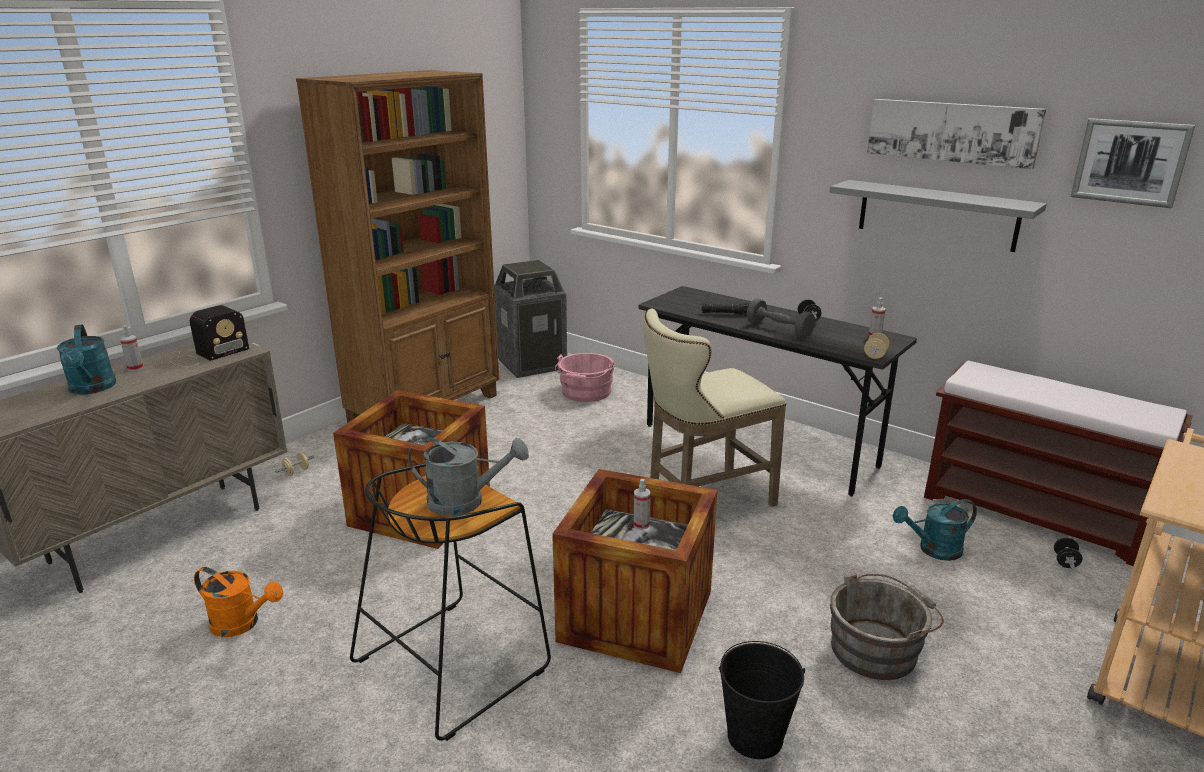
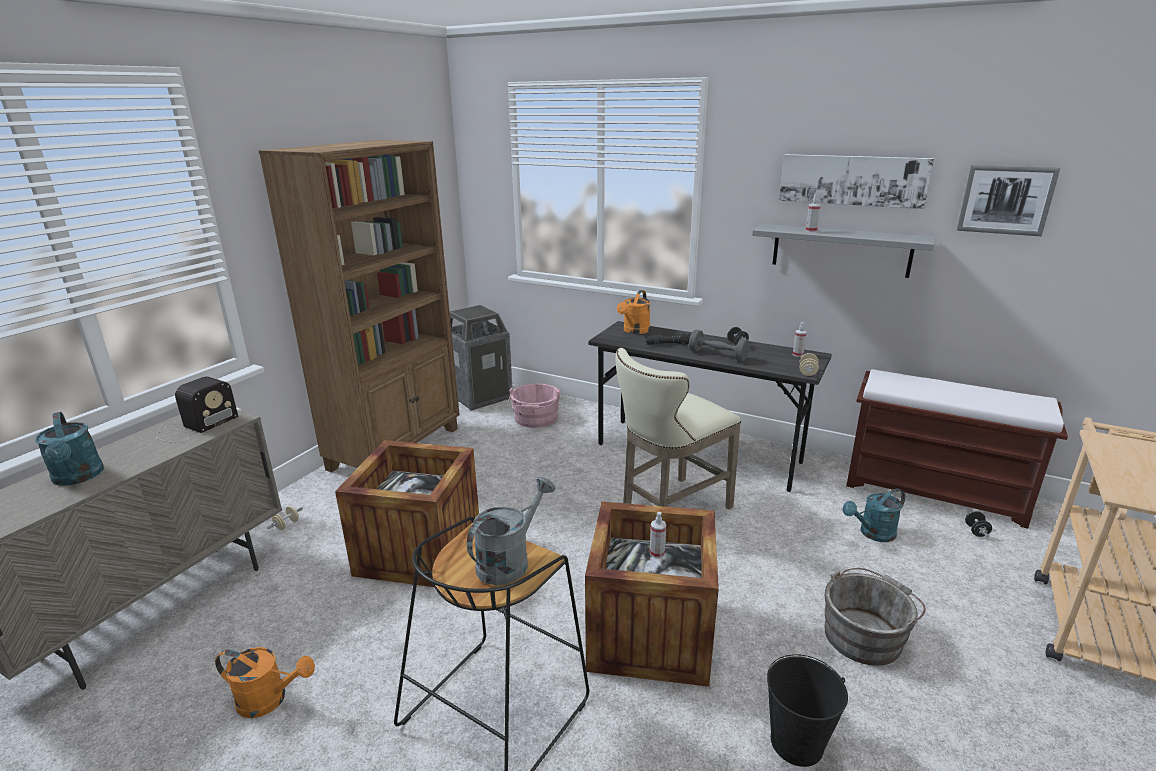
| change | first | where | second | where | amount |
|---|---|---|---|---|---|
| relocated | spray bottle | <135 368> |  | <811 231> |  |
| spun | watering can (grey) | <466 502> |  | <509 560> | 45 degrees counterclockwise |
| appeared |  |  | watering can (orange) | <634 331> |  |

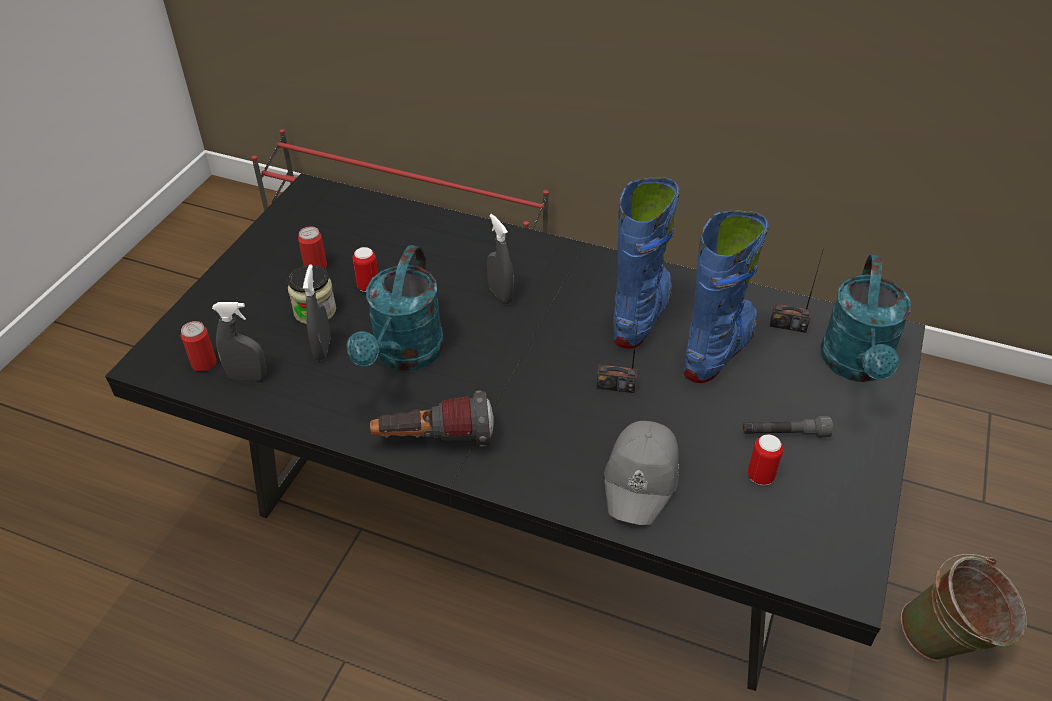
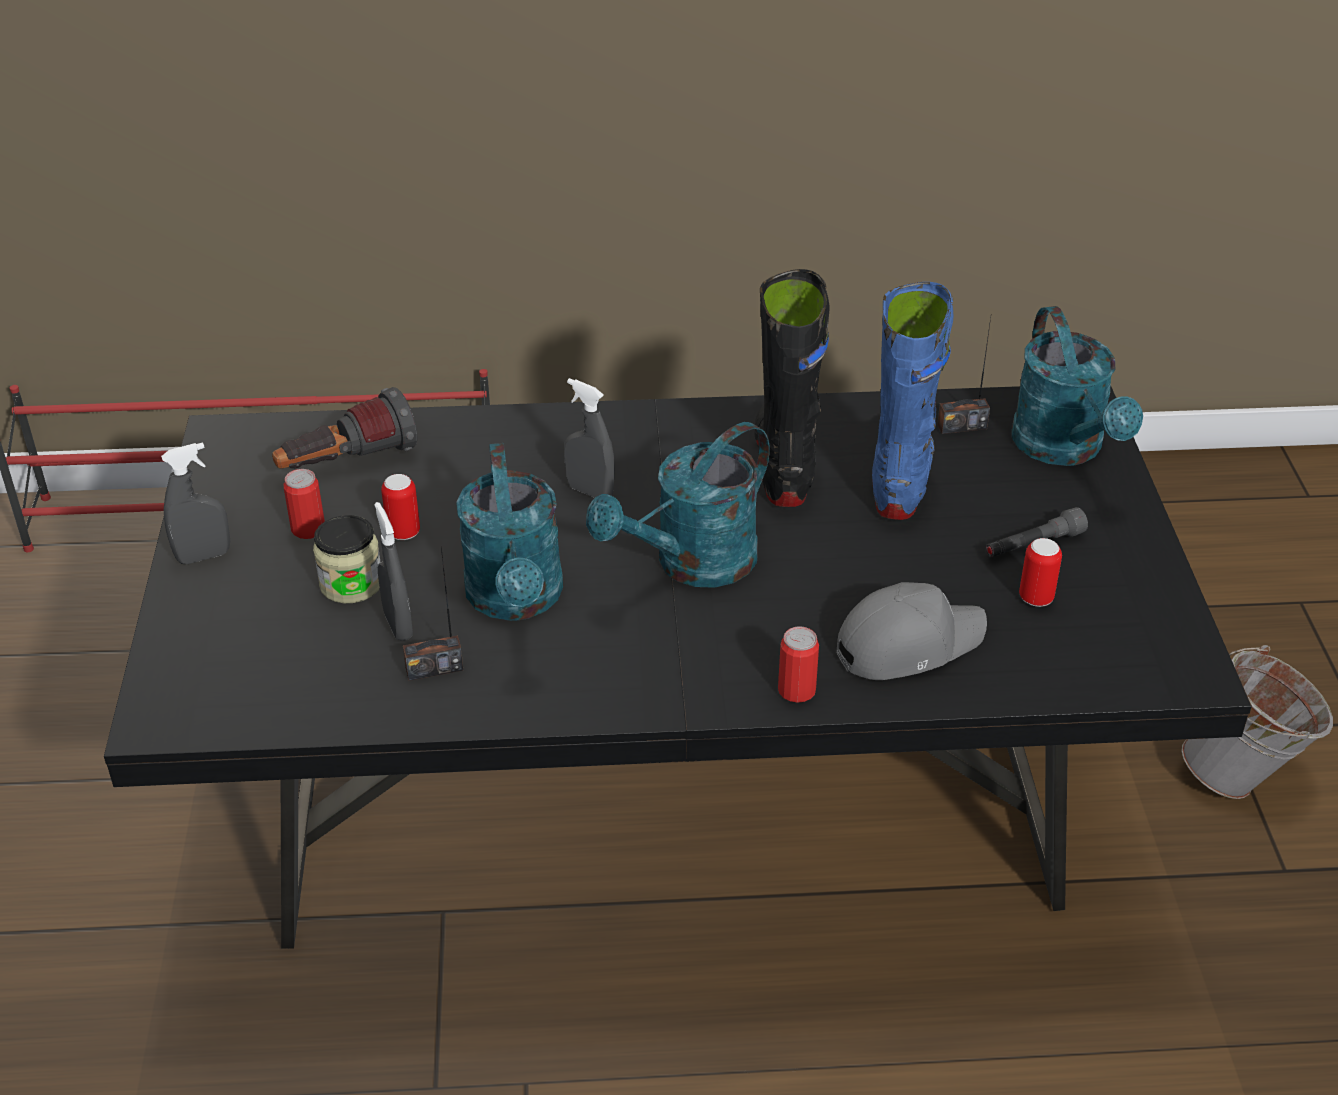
| change | first | where | second | where | amount |
|---|---|---|---|---|---|
| relocated | can | <204 363> |  | <796 690> |  |
| relocated | spray bottle (grey) | <247 376> |  | <204 556> |  |
| relocated | flashlight | <434 440> |  | <347 464> |  |
| relocated | radio | <615 385> |  | <434 668> |  |
| spun | cap (grey) | <642 478> |  | <907 643> | 105 degrees counterclockwise |
| colour | boot (blue) | <641 315> | boot (black) | <784 464> |  |
| colour | bucket (green) | <947 645> | bucket (grey) | <1244 778> |  |
| appeared |  |  | watering can (turquoise) | <692 565> |  |

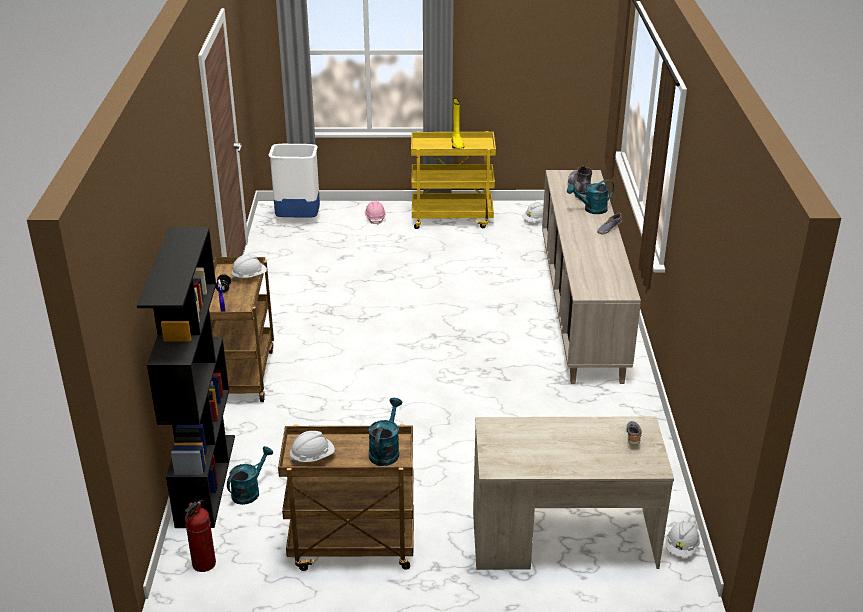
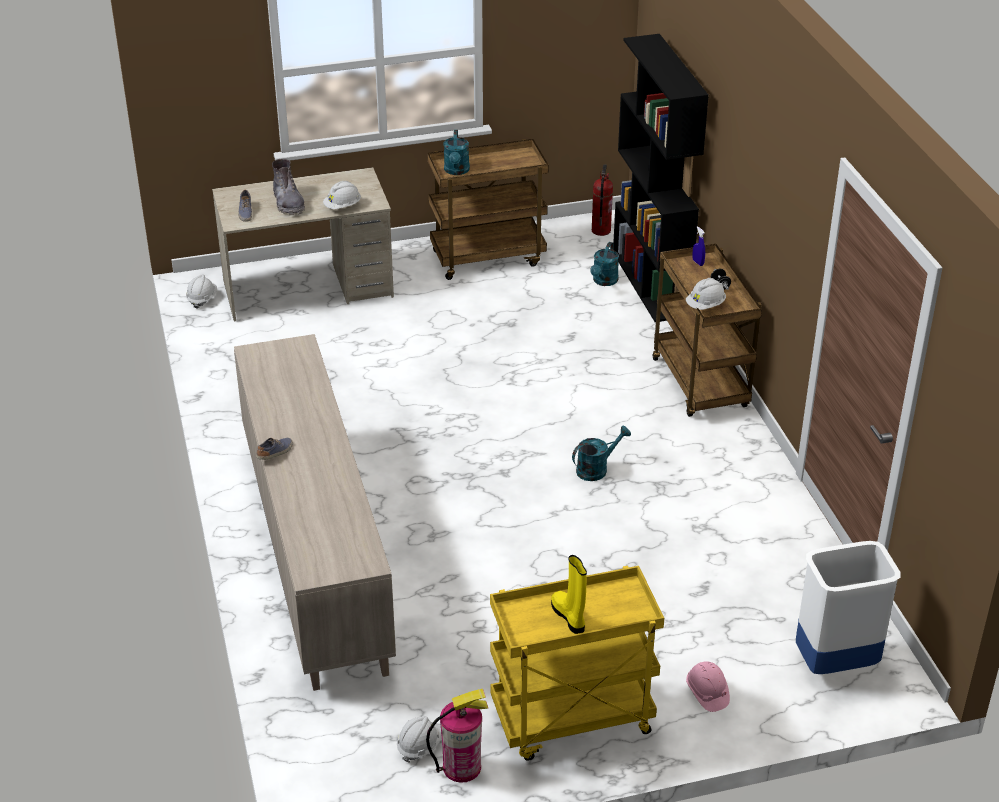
| change | first | where | second | where | amount |
|---|---|---|---|---|---|
| relocated | hard hat (white) | <312 457> |  | <342 206> |  |
| relocated | watering can (turquoise) | <591 210> |  | <596 469> |  |
| relocated | boot (grey) | <579 191> |  | <288 203> |  |
| appeared |  |  | fire extinguisher | <461 767> |  |

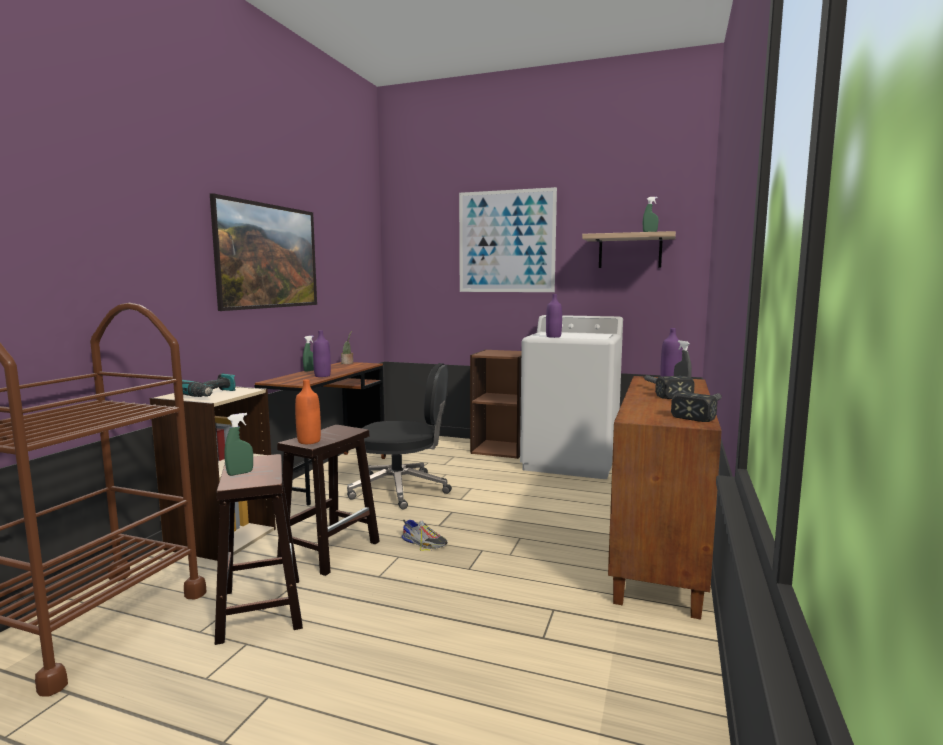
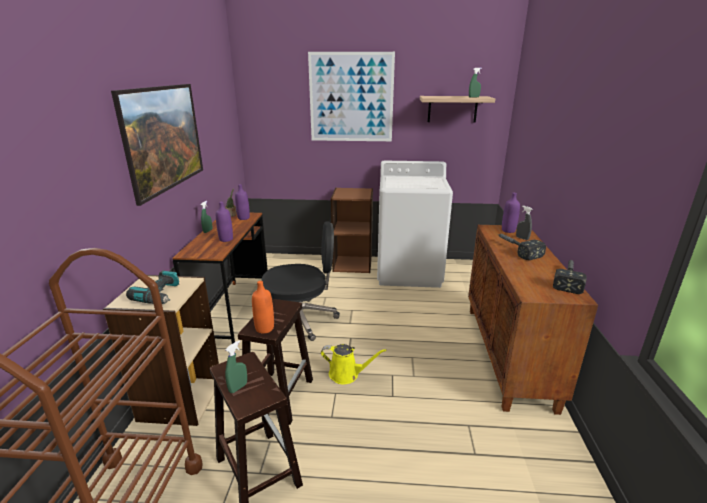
| change | first | where | second | where | amount |
|---|---|---|---|---|---|
| exchanged | shoe | <424 542> | watering can (yellow) | <347 374> |  |
| relocated | bottle (purple) | <553 337> |  | <243 218> |  |

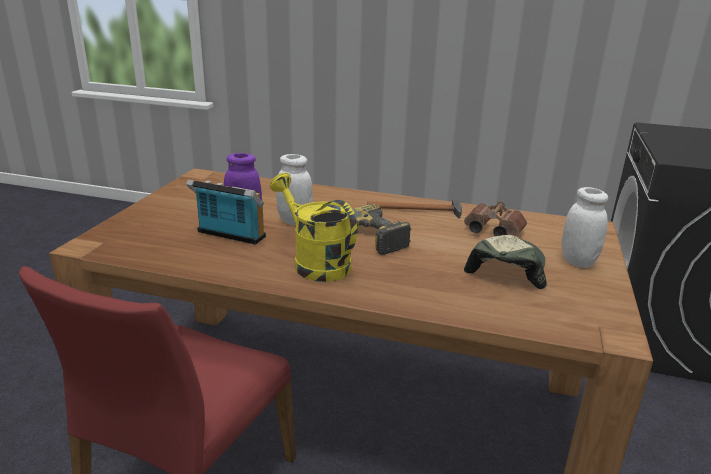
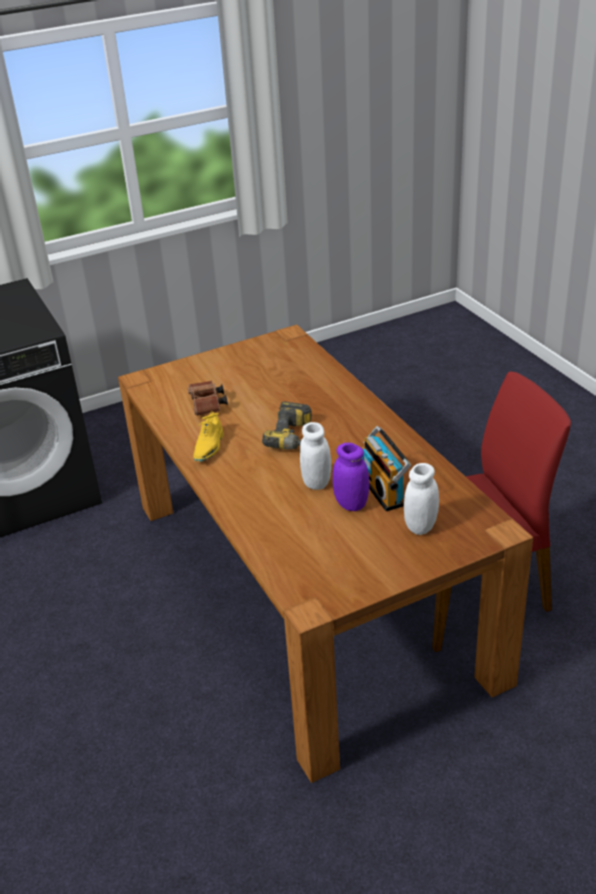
| change | first | where | second | where | amount |
|---|---|---|---|---|---|
| missing | watering can (yellow) | <315 262> |  |  |  |
| exchanged | hammer | <419 210> | shoe (yellow) | <209 448> |  |
| missing | cap | <506 268> |  |  |  |
| relocated | jar (white) | <577 261> |  | <421 526> |  |

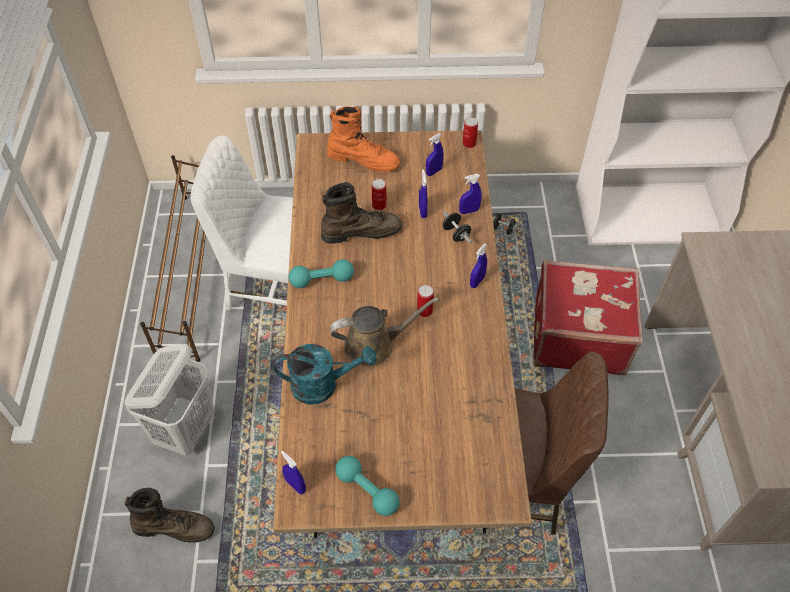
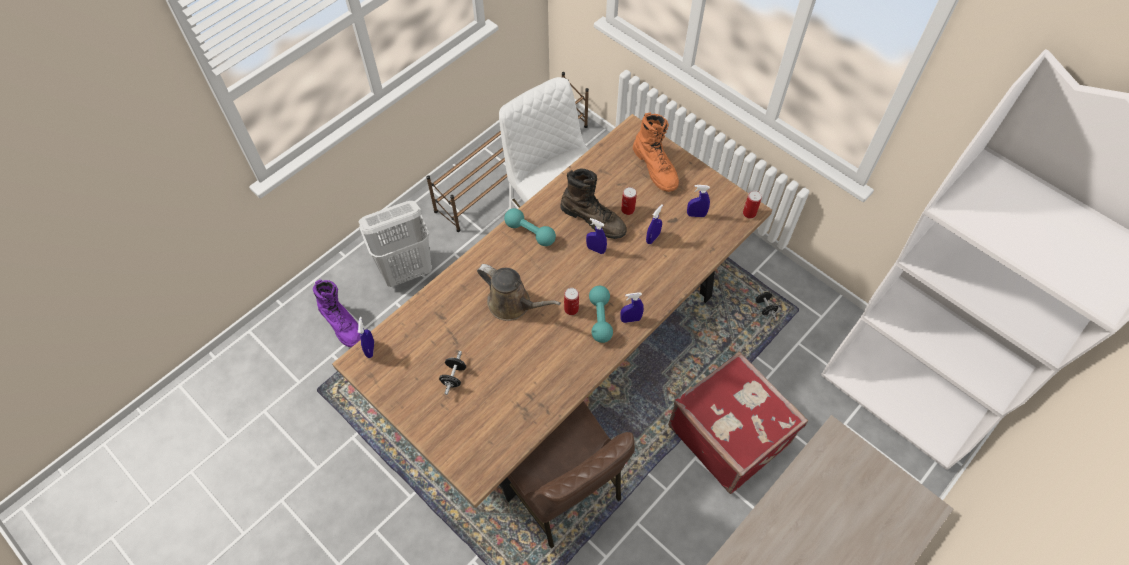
| change | first | where | second | where | amount |
|---|---|---|---|---|---|
| colour | boot (brown) | <174 527> | boot (purple) | <342 323> |  |
| missing | watering can (turquoise) | <323 384> |  |  |  |
| relocated | dumbbell (turquoise) | <367 490> |  | <600 318> |  |
| relocated | dumbbell (black) | <456 234> |  | <454 377> |  |
| relocated | spray bottle (blue) | <469 211> |  | <596 249> |  |

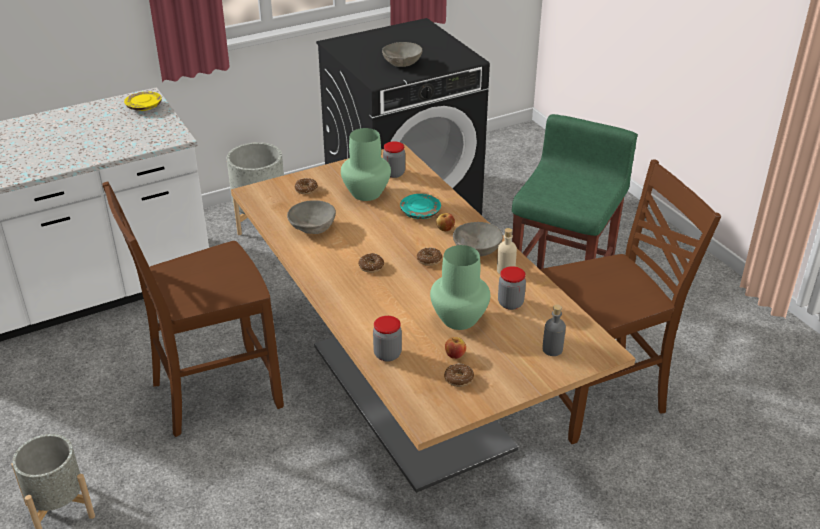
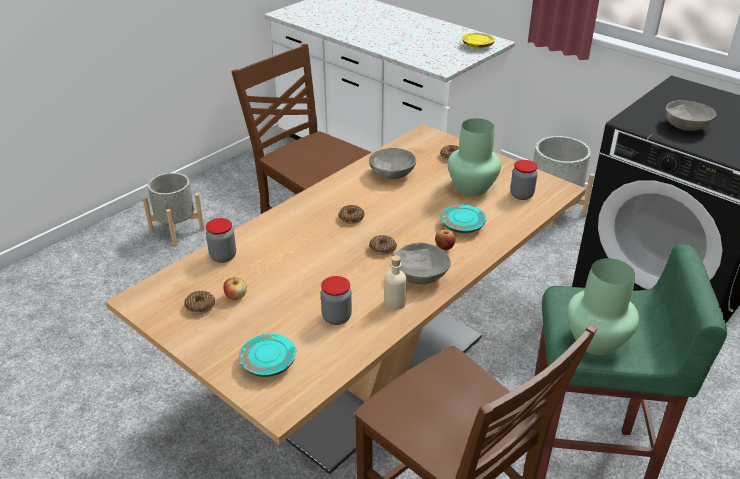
| change | first | where | second | where | amount |
|---|---|---|---|---|---|
| relocated | vase (green) | <459 318> |  | <597 341> |  |
| exchanged | bottle (grey) | <552 349> | plate (turquoise) | <268 363> |  |

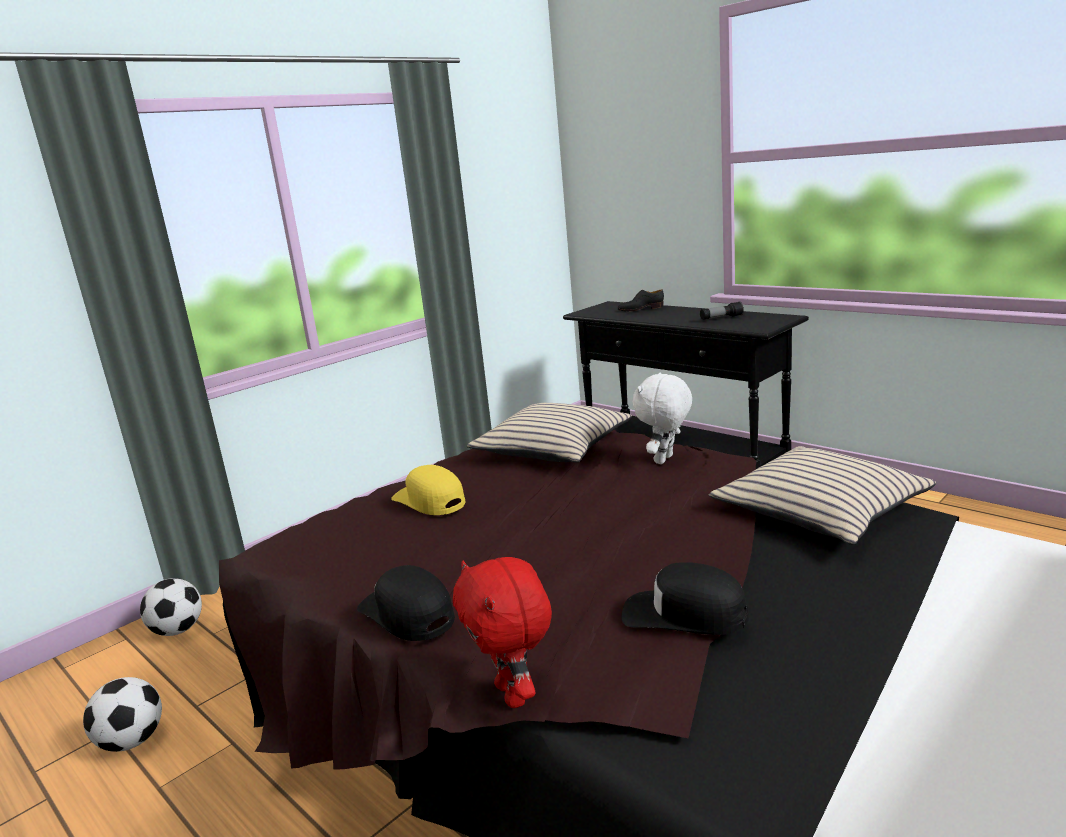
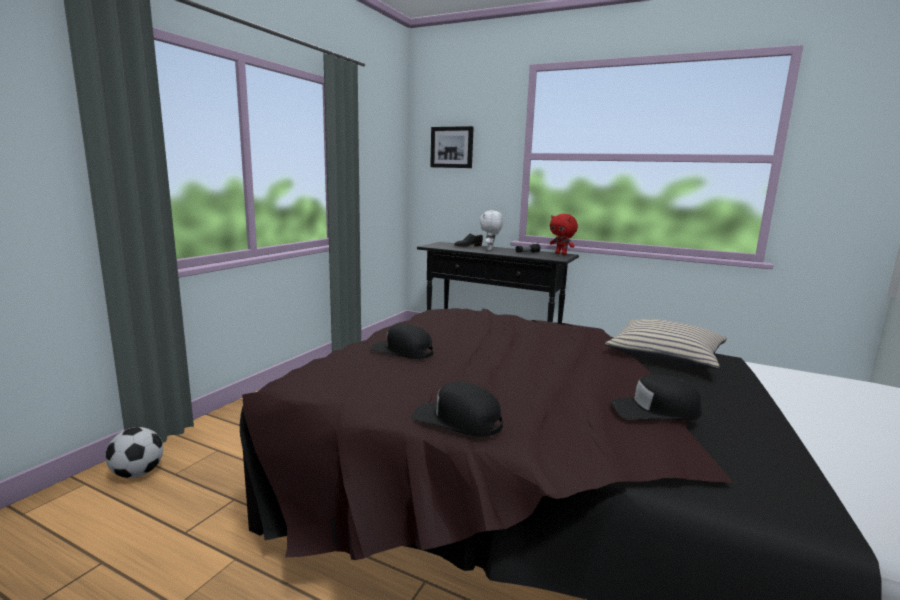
| change | first | where | second | where | amount |
|---|---|---|---|---|---|
| missing | football | <132 741> |  |  |  |
| colour | cap (yellow) | <429 501> | cap (black) | <402 351> |  |
| relocated | plush toy (red) | <514 695> |  | <561 254> |  |
| missing | pillow (beige) | <553 448> |  |  |  |
| relocated | plush toy (white) | <665 460> |  | <490 249> |  |
| appeared |  |  | picture | <452 147> |  |

